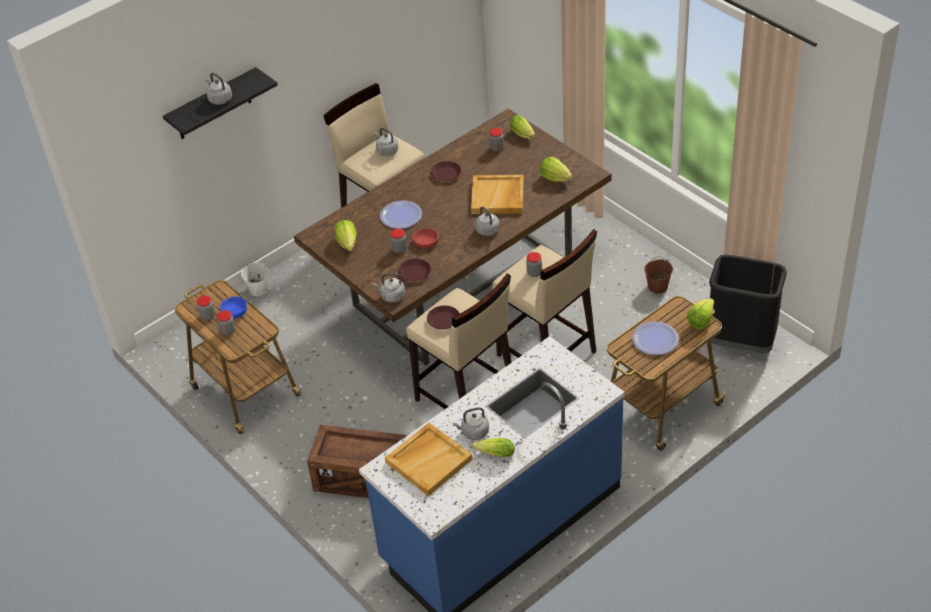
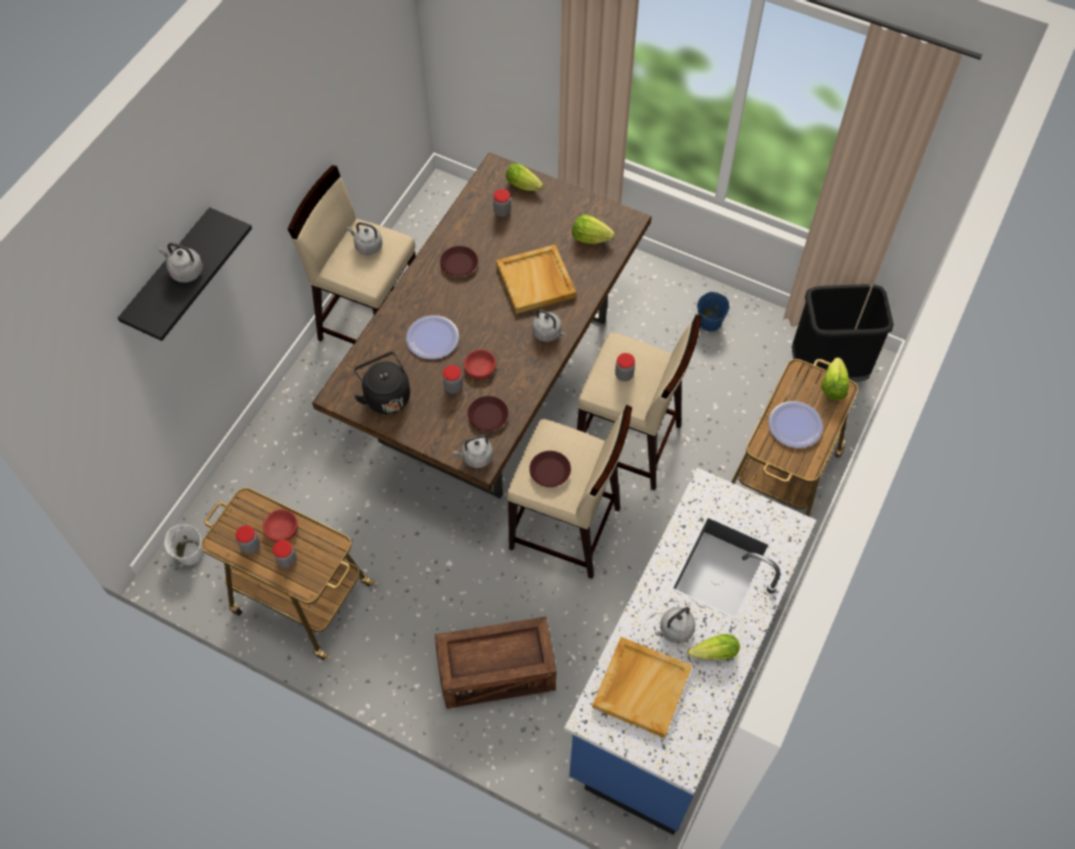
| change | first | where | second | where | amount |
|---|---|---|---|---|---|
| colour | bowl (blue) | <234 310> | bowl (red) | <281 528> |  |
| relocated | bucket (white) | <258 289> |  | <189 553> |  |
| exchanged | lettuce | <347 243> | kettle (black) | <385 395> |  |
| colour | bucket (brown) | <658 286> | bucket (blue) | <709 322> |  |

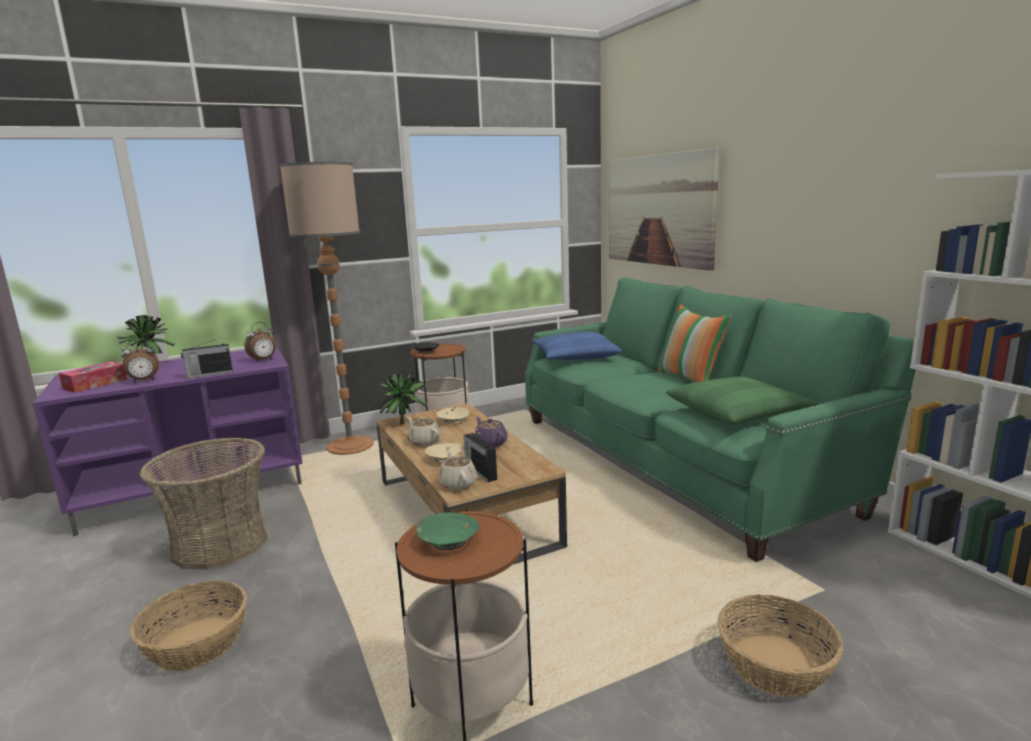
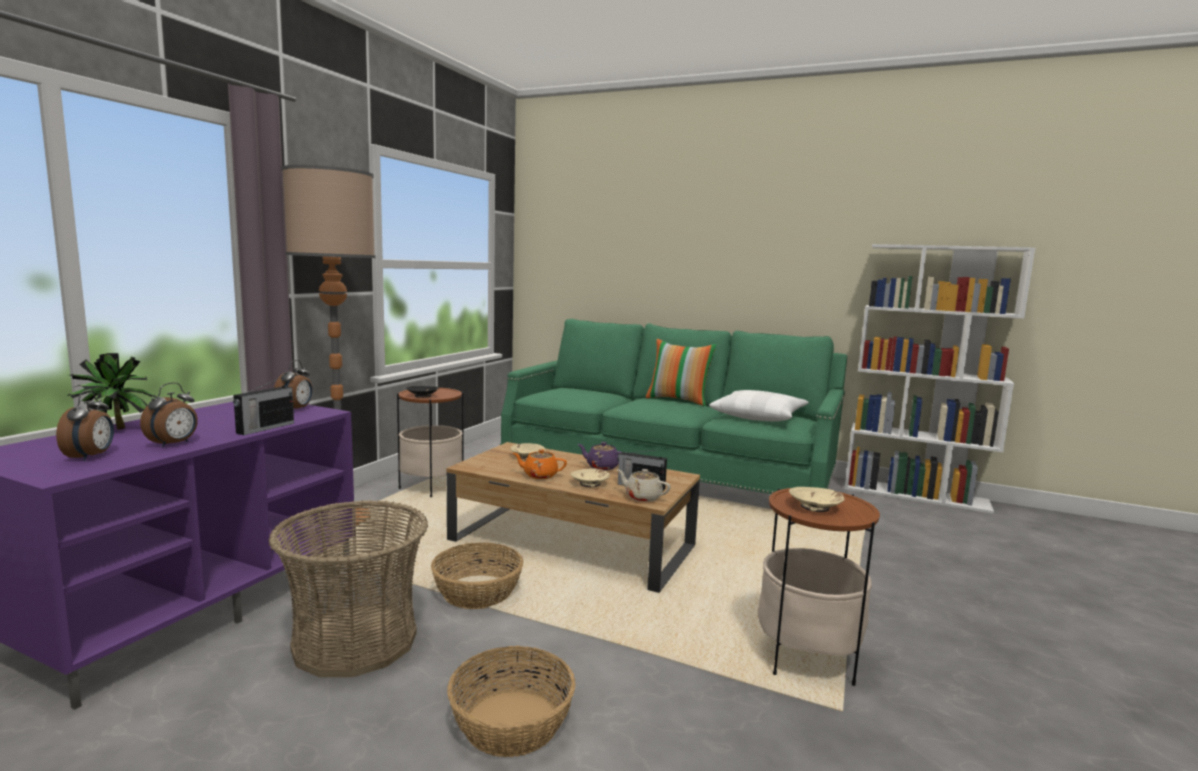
| change | first | where | second | where | amount |
|---|---|---|---|---|---|
| exchanged | tissue box | <95 384> | alarm clock | <91 457> |  |
| missing | potted plant | <404 422> |  |  |  |
| colour | teapot (beige) | <424 441> | teapot (orange) | <539 475> |  |
| colour | bowl (green) | <448 541> | bowl (beige) | <815 507> |  |
| missing | pillow (blue) | <574 357> |  |  |  |
| missing | picture | <659 210> |  |  |  |
| colour | pillow (green) | <737 412> | pillow (white) | <758 416> |  |
| relocated | basket | <775 664> |  | <477 591> |  |

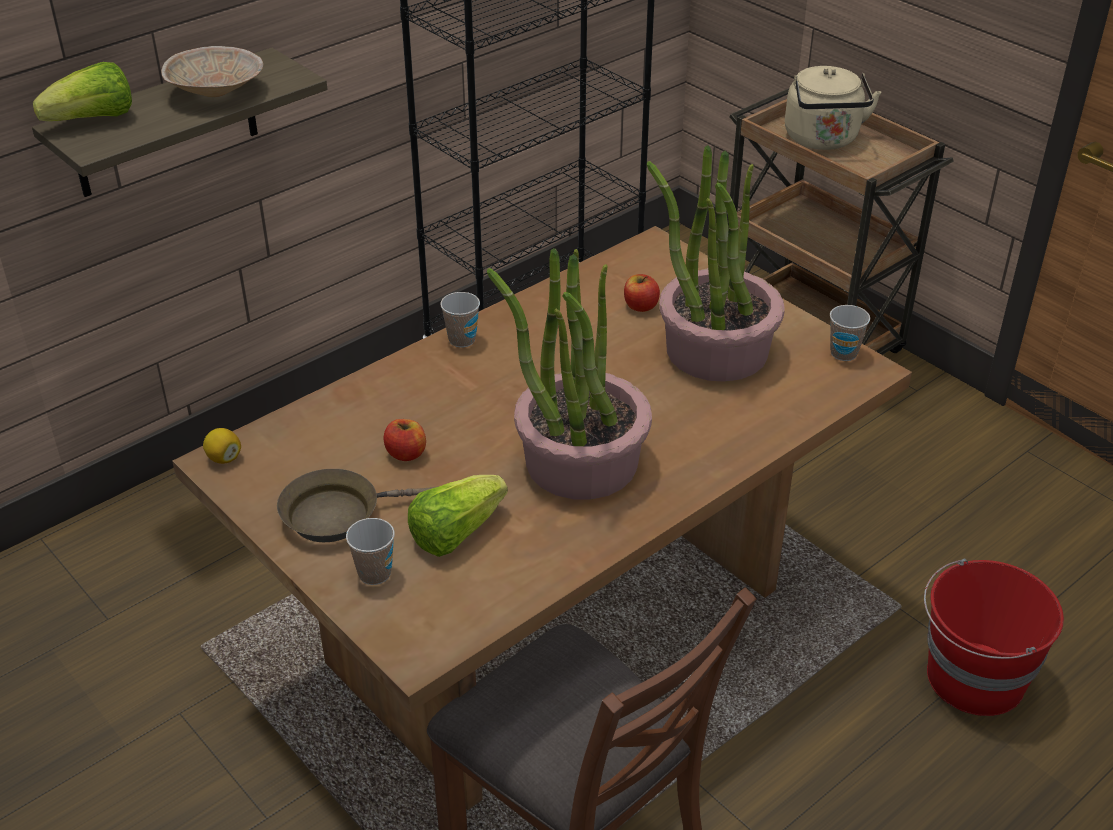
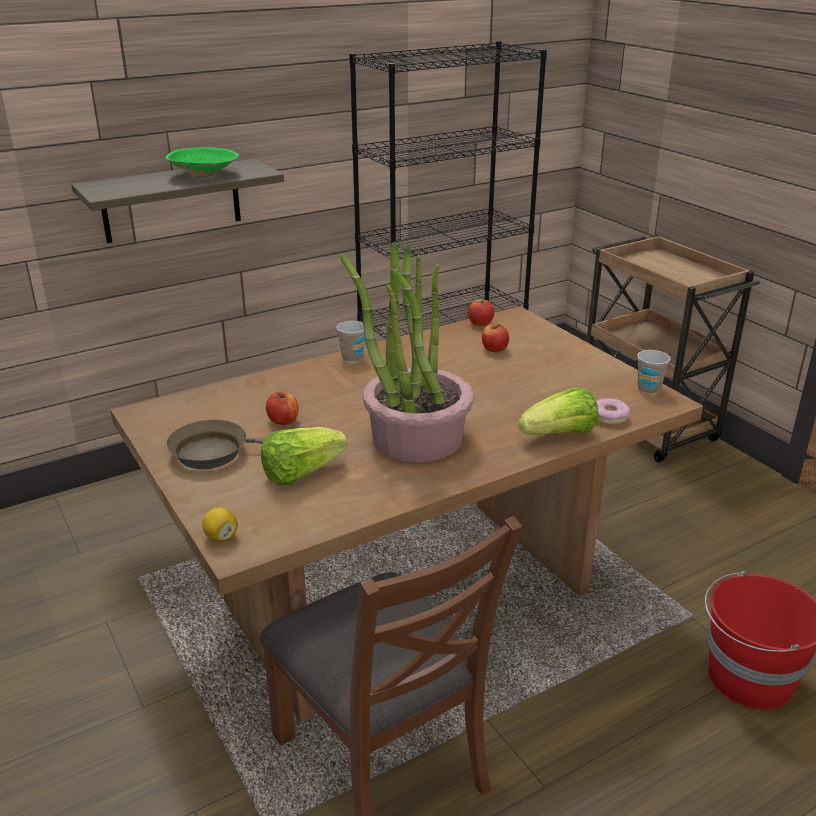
| change | first | where | second | where | amount |
|---|---|---|---|---|---|
| relocated | lettuce | <94 120> |  | <560 435> |  |
| colour | bowl (beige) | <217 92> | bowl (green) | <205 175> |  |
| relocated | lemon | <224 458> |  | <221 537> |  |
| missing | cup | <374 573> |  |  |  |
| missing | potted plant | <715 350> |  |  |  |
| missing | kettle (beige) | <823 140> |  |  |  |
| appeared |  |  | apple | <480 323> |  |
| appeared |  |  | donut | <608 417> |  |

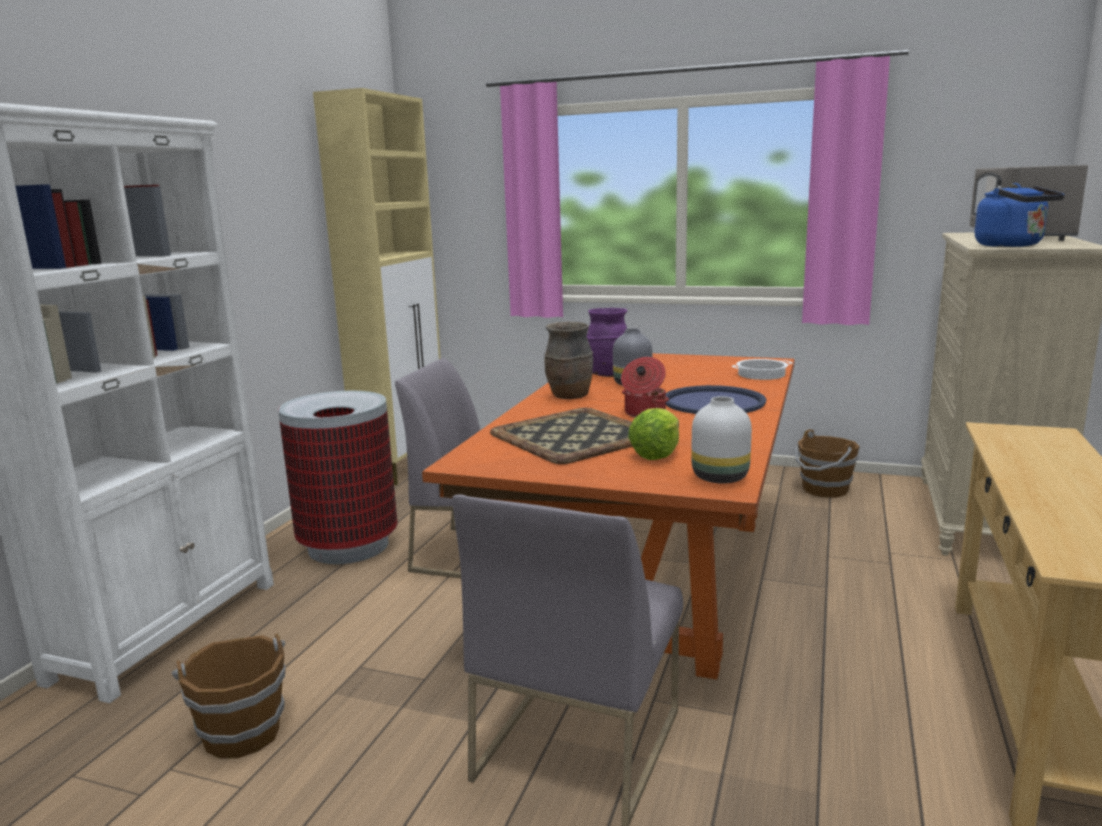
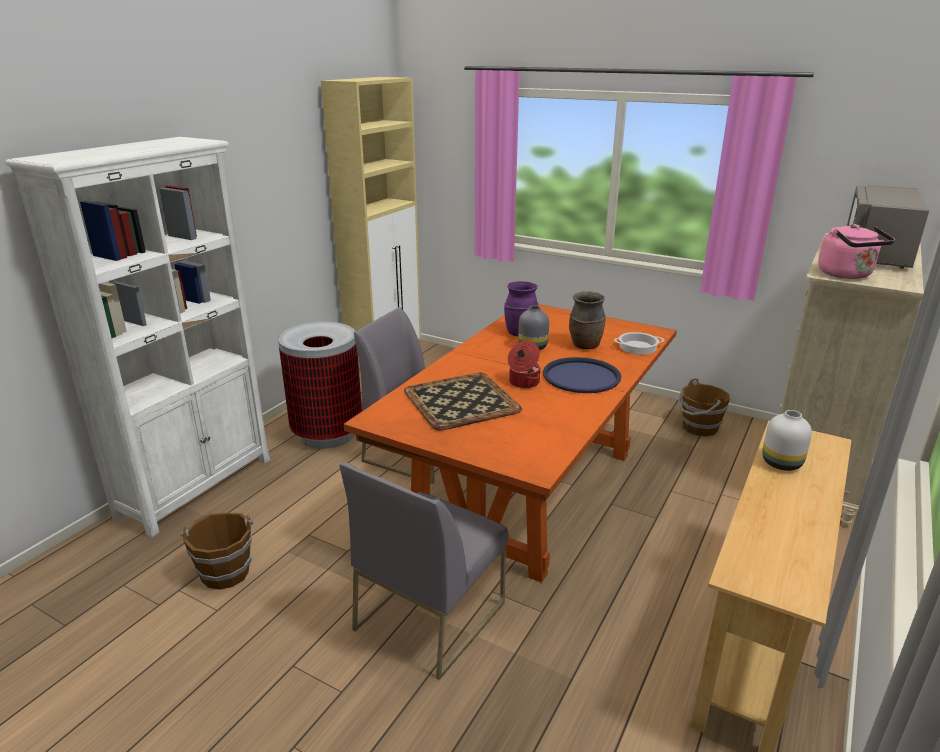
| change | first | where | second | where | amount |
|---|---|---|---|---|---|
| relocated | vase (brown) | <570 397> |  | <585 346> |  |
| missing | lettuce | <657 454> |  |  |  |
| relocated | vase (white) | <721 477> |  | <782 463> |  |
| colour | kettle (blue) | <1012 246> | kettle (pink) | <847 275> |  |

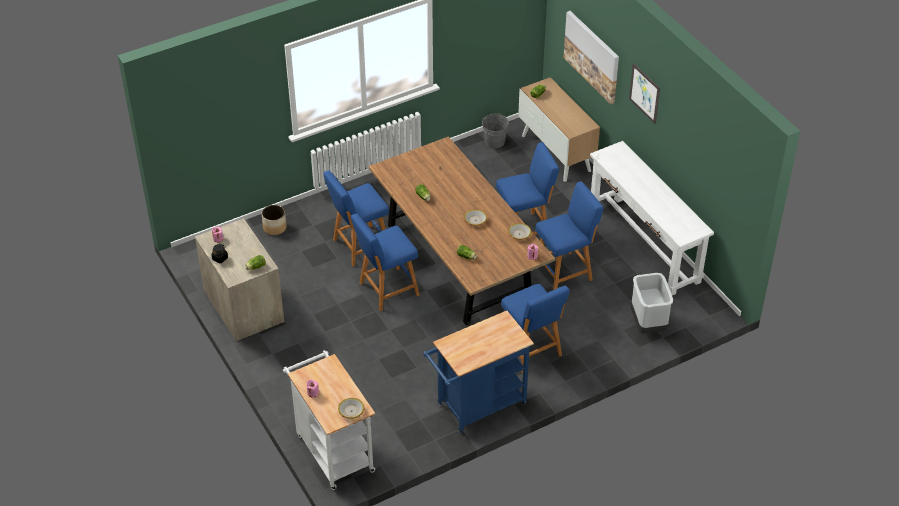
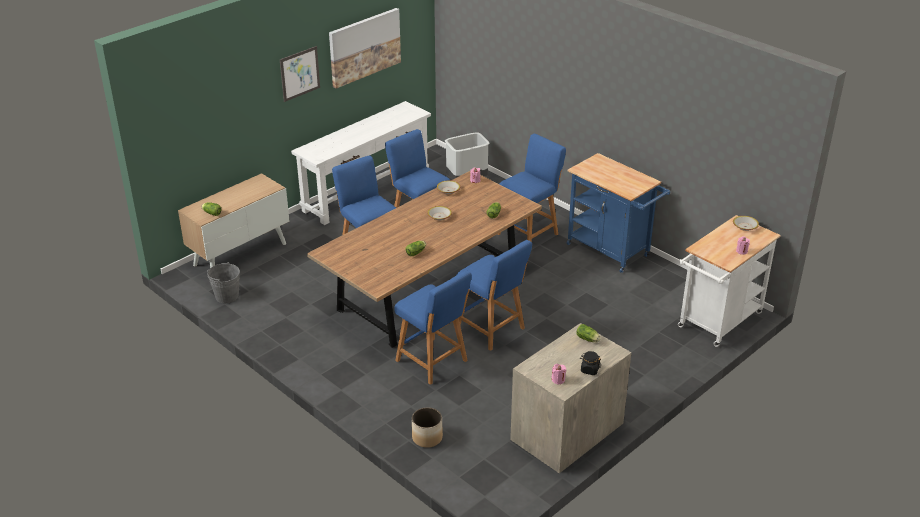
| change | first | where | second | where | amount |
|---|---|---|---|---|---|
| relocated | picture | <592 56> |  | <364 47> |  |

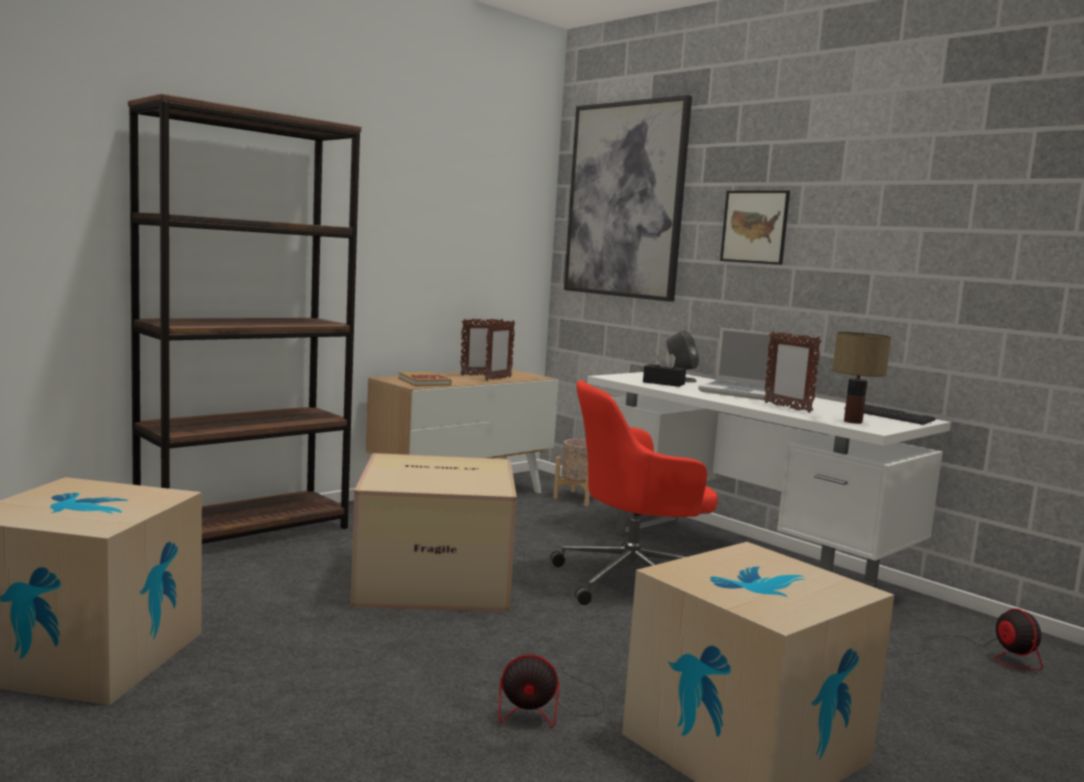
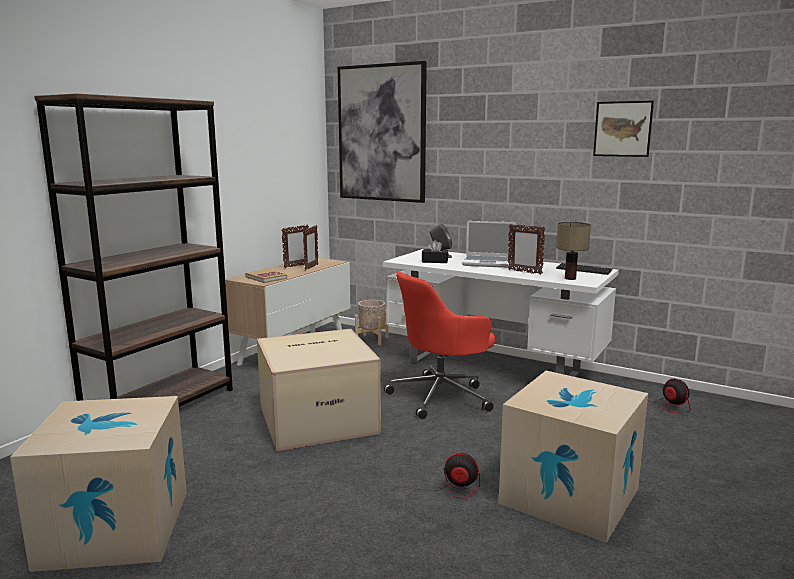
| change | first | where | second | where | amount |
|---|---|---|---|---|---|
| spun | fan | <547 709> |  | <446 496> | 150 degrees counterclockwise |
| relocated | picture | <754 227> |  | <622 129> |  |

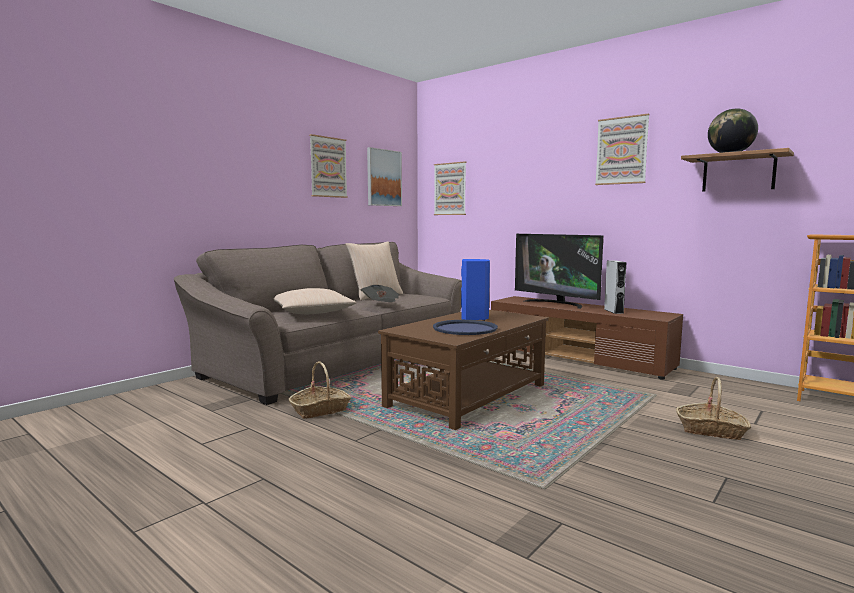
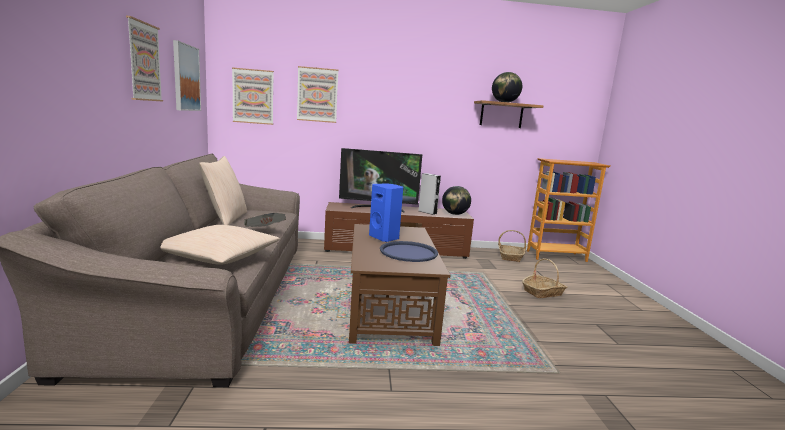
| change | first | where | second | where | amount |
|---|---|---|---|---|---|
| relocated | basket | <320 410> |  | <510 257> |  |
| relocated | picture | <621 151> |  | <317 95> |  |
| appeared |  |  | globe | <454 214> |  |

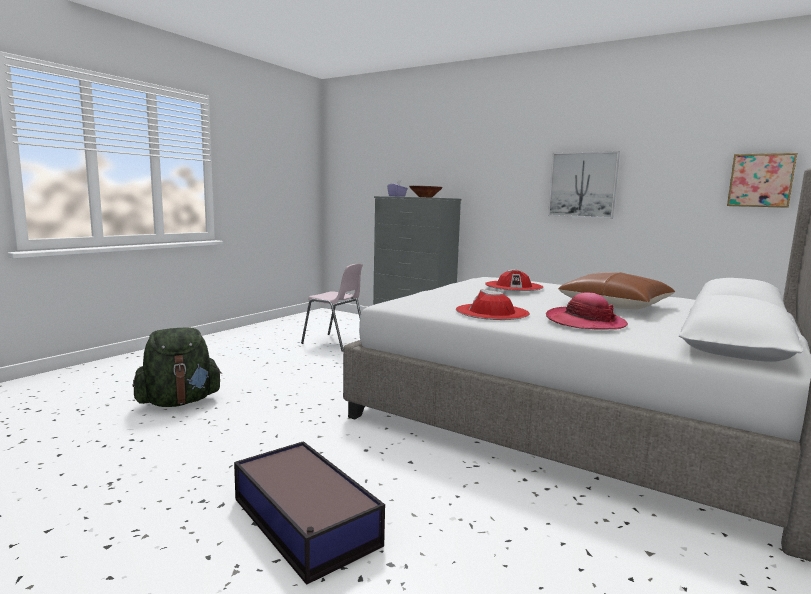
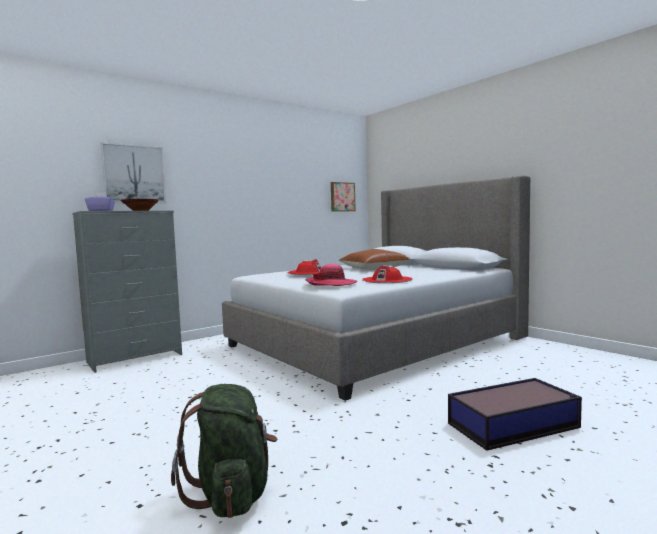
| change | first | where | second | where | amount |
|---|---|---|---|---|---|
| missing | chair (pink) | <335 343> |  |  |  |
| relocated | hat | <585 322> |  | <331 284> |  |
| relocated | picture | <583 185> |  | <134 174> |  |

